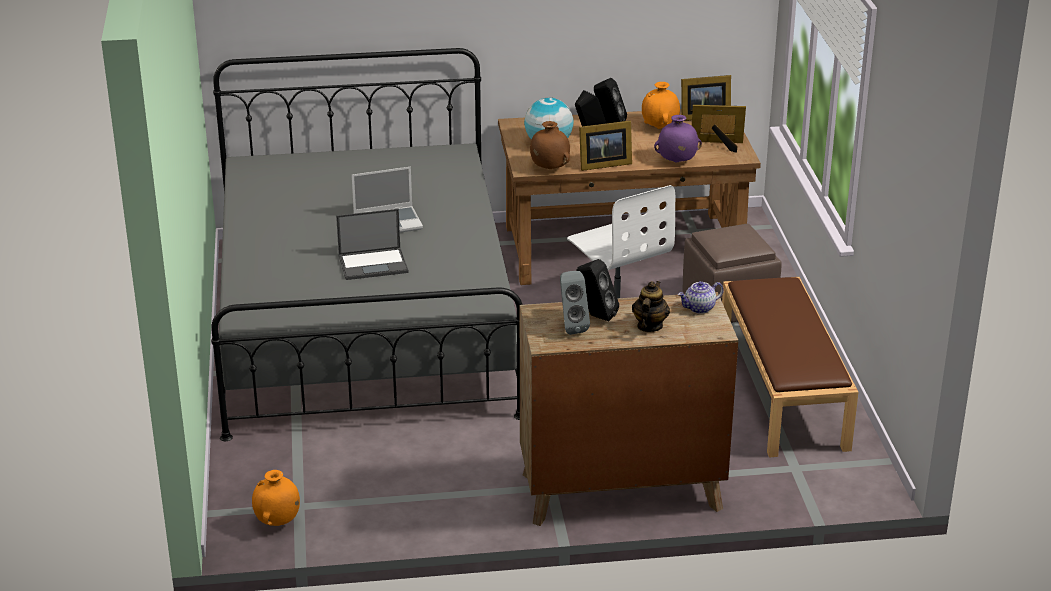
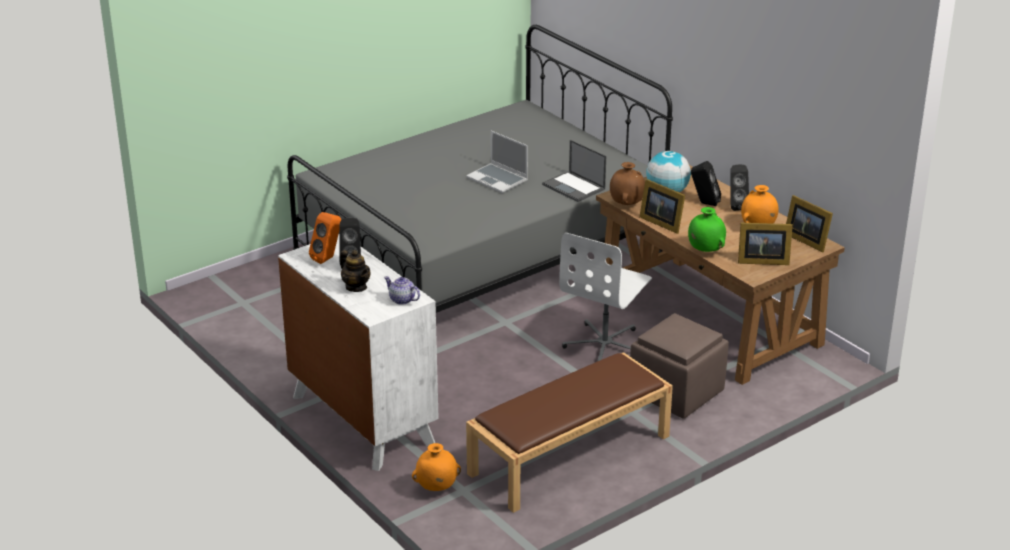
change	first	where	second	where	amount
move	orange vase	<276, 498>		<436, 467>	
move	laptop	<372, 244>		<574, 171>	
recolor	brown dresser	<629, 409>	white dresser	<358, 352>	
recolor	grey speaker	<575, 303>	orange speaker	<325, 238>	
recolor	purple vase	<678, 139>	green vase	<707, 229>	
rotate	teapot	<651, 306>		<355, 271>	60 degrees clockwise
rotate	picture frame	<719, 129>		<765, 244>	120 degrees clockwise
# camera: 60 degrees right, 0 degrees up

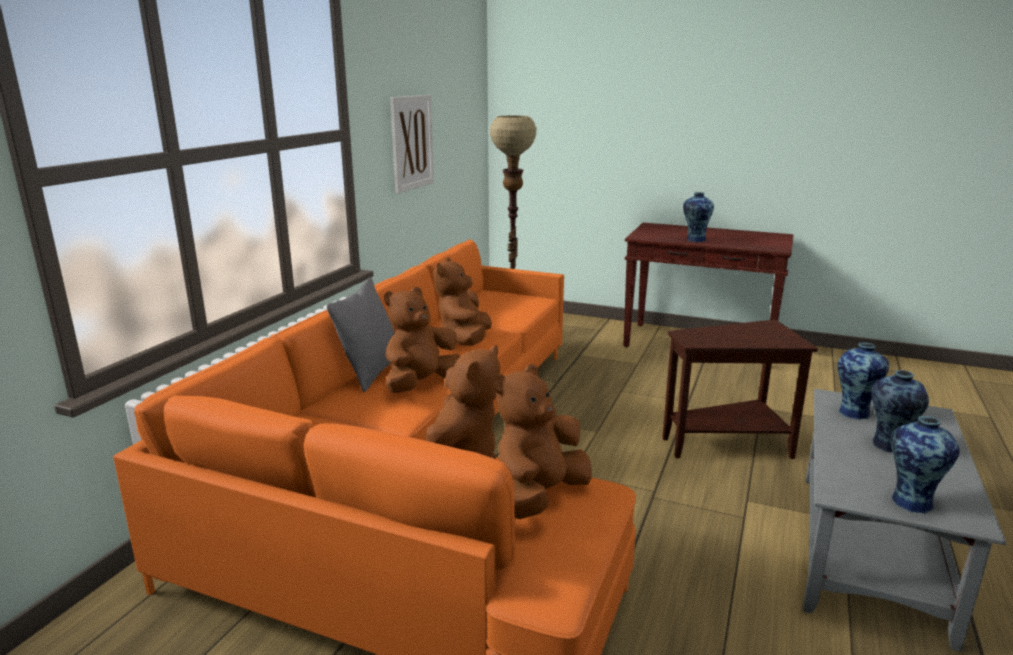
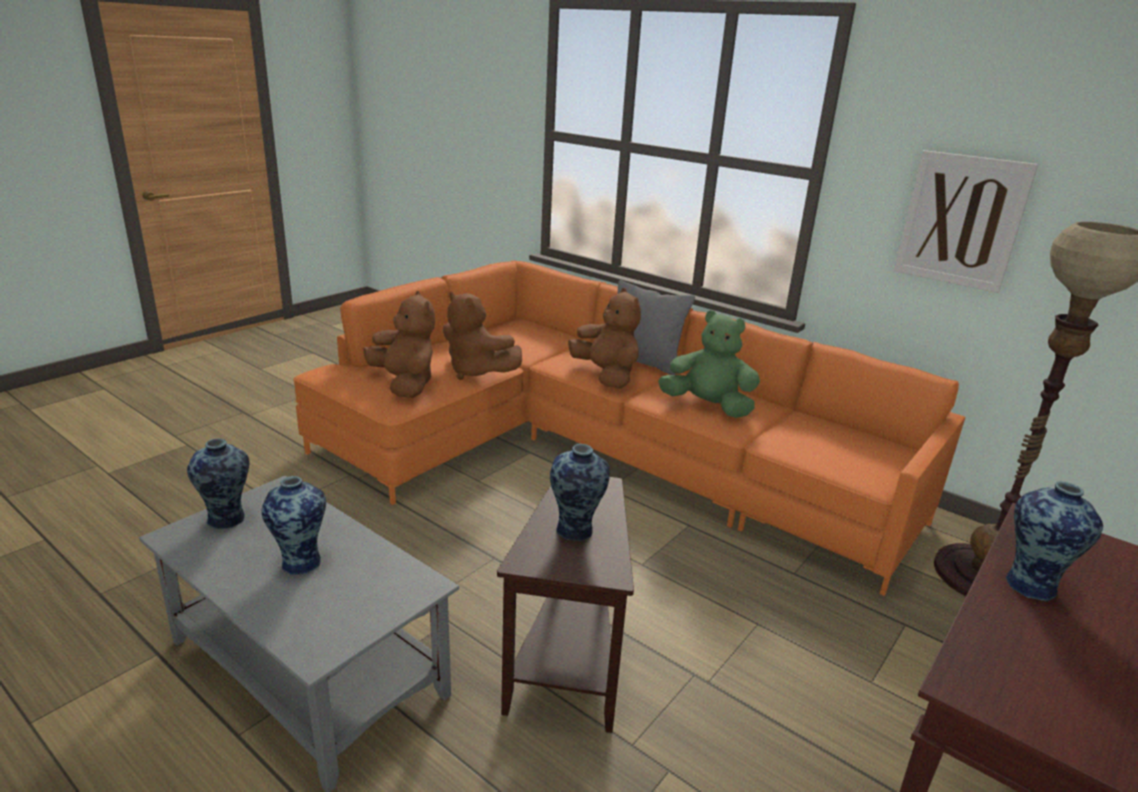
change	first	where	second	where	amount
move	vase	<863, 381>		<580, 492>	
recolor	brown plush toy	<463, 302>	green plush toy	<709, 364>	
# camera: 105 degrees right, 5 degrees up

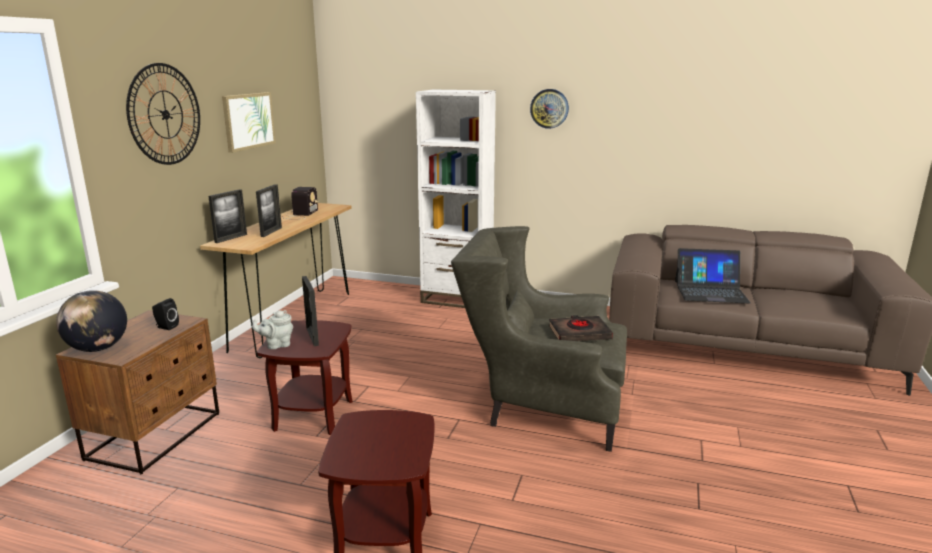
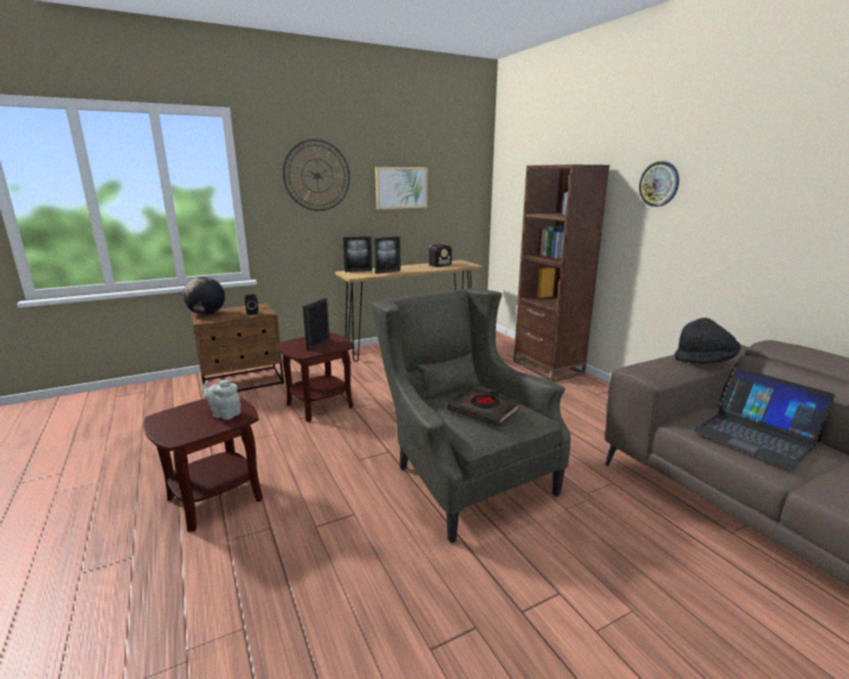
change	first	where	second	where	amount
insert			black hat	<707, 341>	
move	grey teapot	<272, 329>		<221, 400>	
recolor	white bookcase	<456, 198>	brown bookcase	<561, 273>	
# camera: 45 degrees right, 0 degrees up

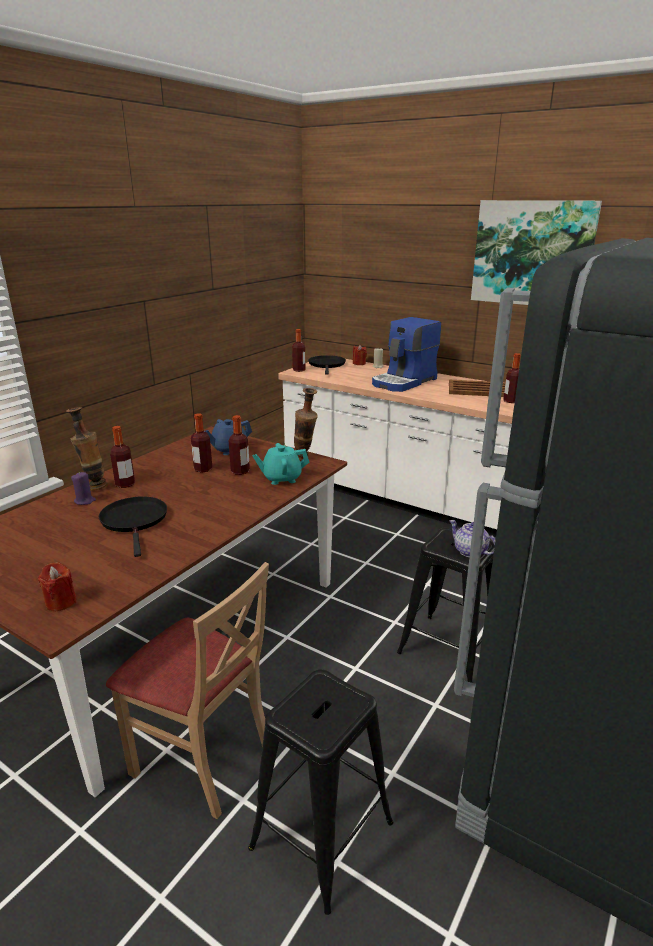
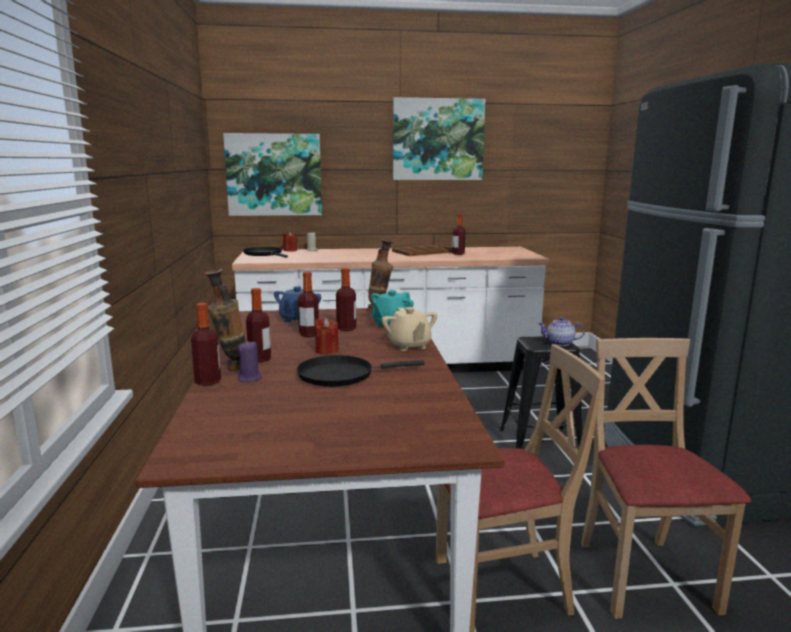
change	first	where	second	where	amount
delete	coffee machine	<406, 354>			
insert			picture	<272, 174>	
insert			beige teapot	<409, 329>	
move	red candle	<57, 586>		<327, 336>	
move	bottle	<299, 350>		<206, 344>	
replace	black stool	<320, 792>	beige chair	<666, 478>	
rotate	black frying pan	<133, 526>		<361, 371>	45 degrees counterclockwise
# camera: 40 degrees left, 10 degrees down

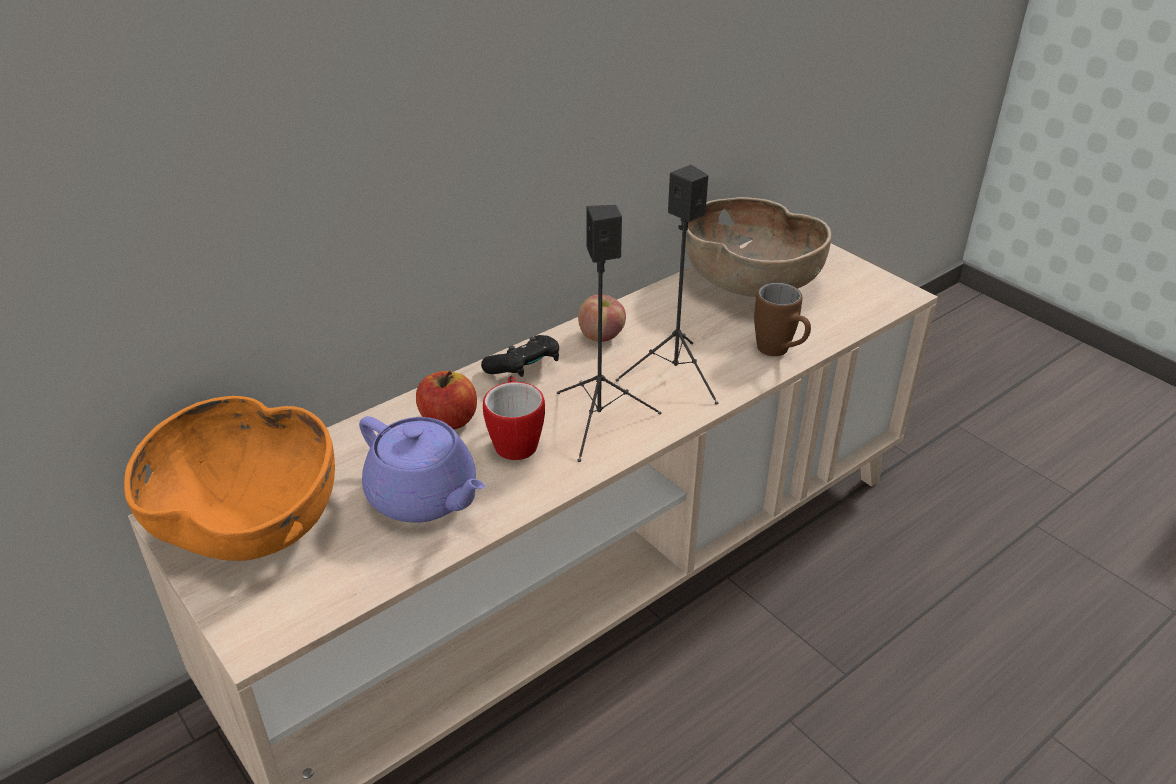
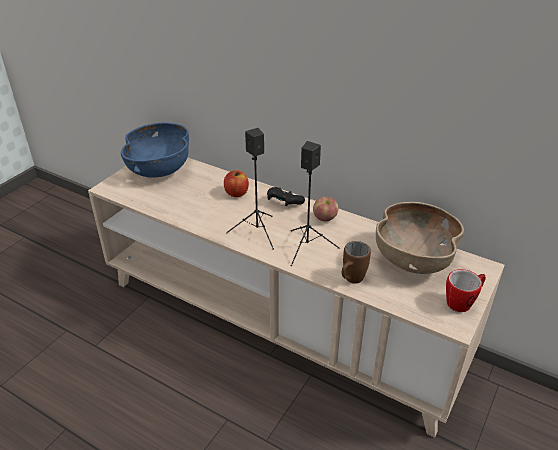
change	first	where	second	where	amount
delete	purple teapot	<422, 469>			
move	mug	<514, 418>		<466, 290>	
recolor	orange bowl	<229, 478>	blue bowl	<155, 150>	
# camera: 70 degrees right, 0 degrees up

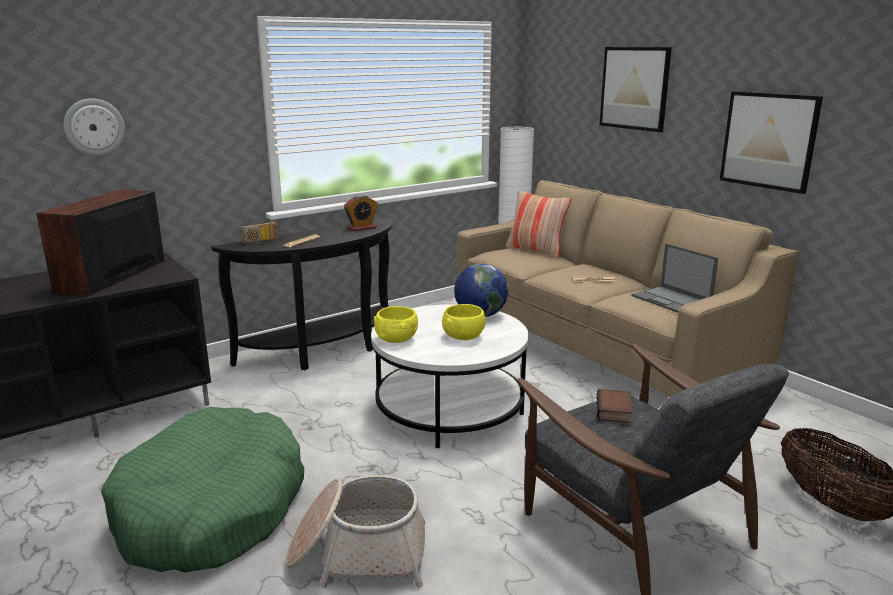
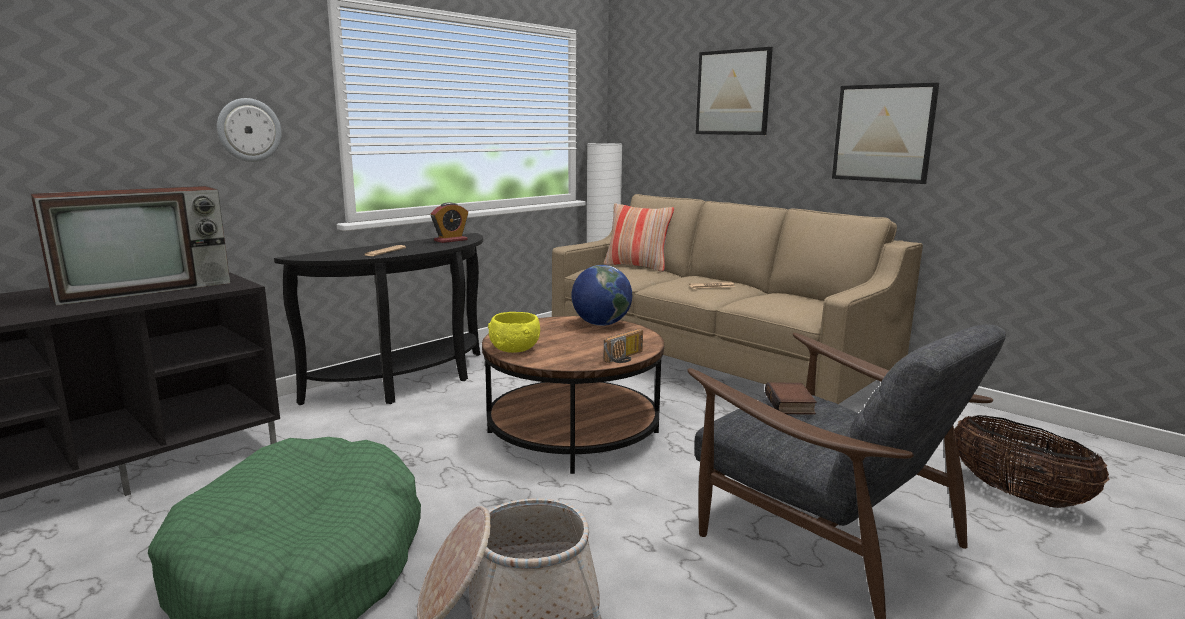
change	first	where	second	where	amount
delete	yellow bowl	<464, 322>			
delete	laptop	<674, 278>			
move	wall clock	<94, 127>		<249, 130>	
move	radio	<258, 233>		<623, 346>	
recolor	white coffee table	<450, 376>	brown coffee table	<573, 395>	
rotate	television	<100, 242>		<130, 246>	135 degrees counterclockwise
# camera: 10 degrees left, 5 degrees down

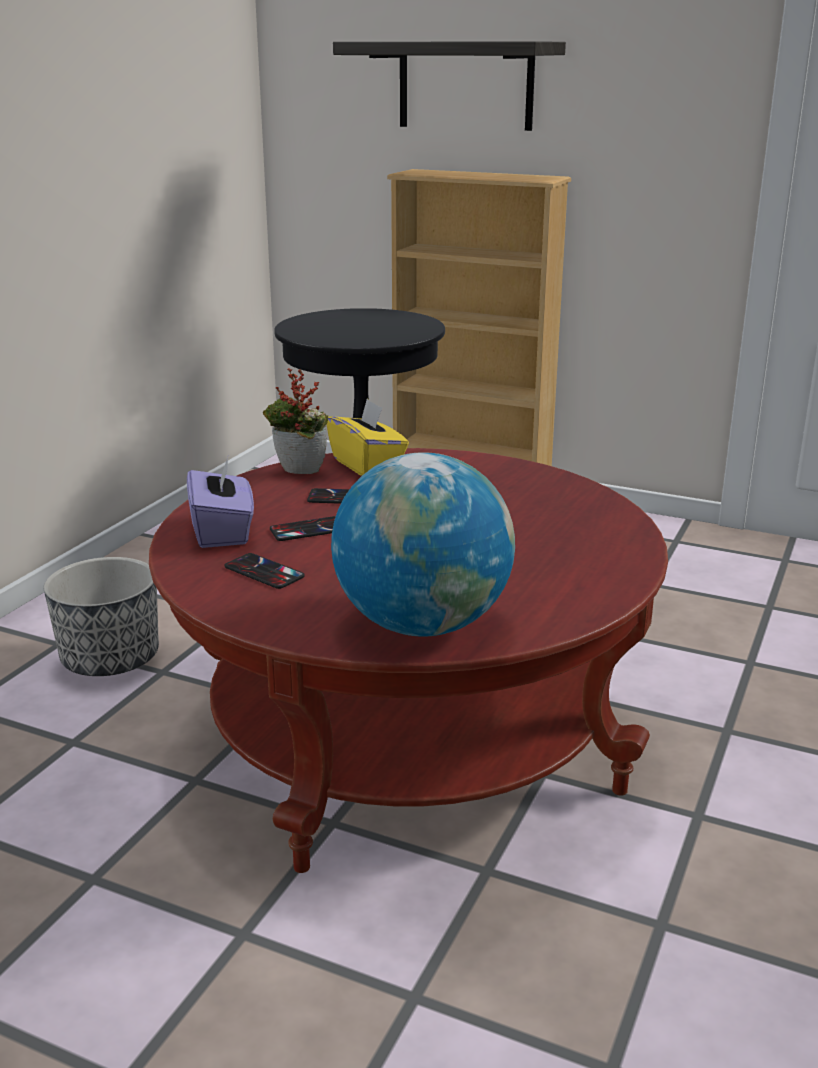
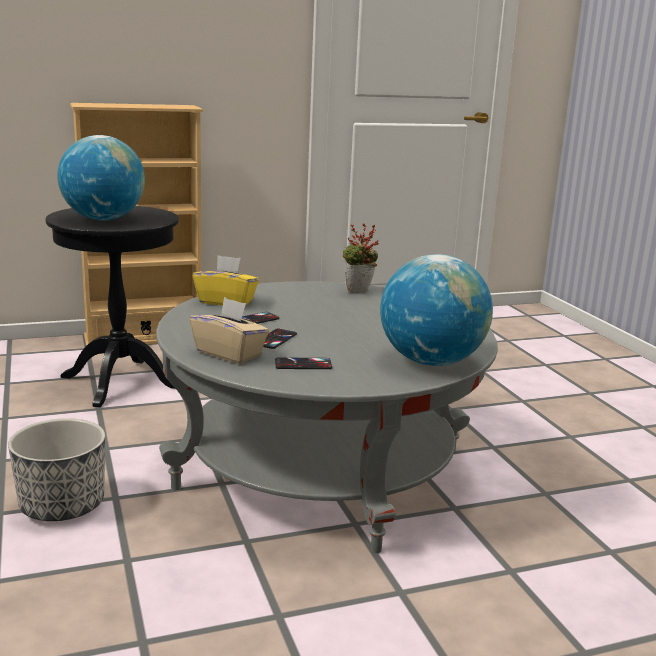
change	first	where	second	where	amount
delete	shelf	<449, 86>			
insert			globe	<101, 178>	
move	potted plant	<295, 421>		<361, 258>	
recolor	red coffee table	<408, 660>	grey coffee table	<327, 417>	
recolor	purple tissue box	<220, 502>	beige tissue box	<229, 330>	
# camera: 45 degrees left, 5 degrees down

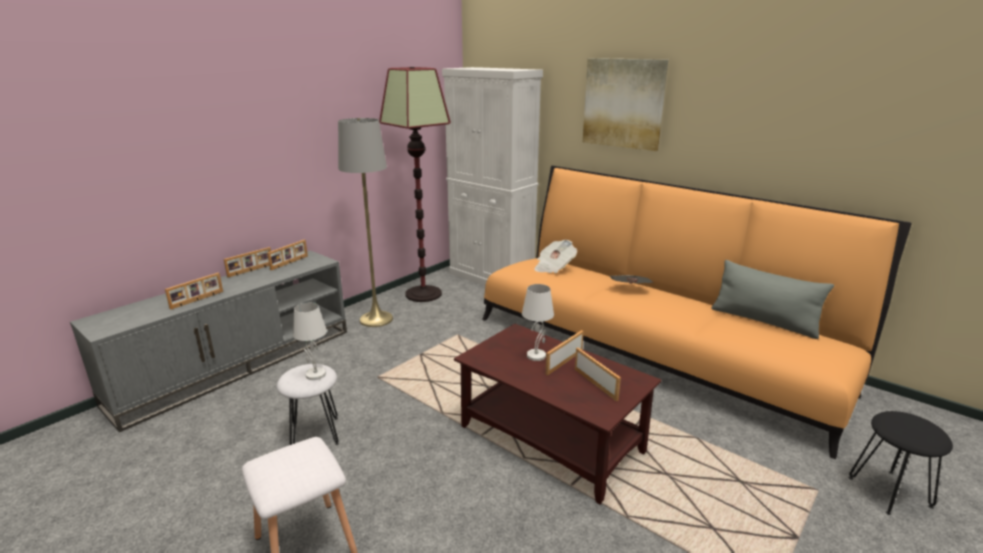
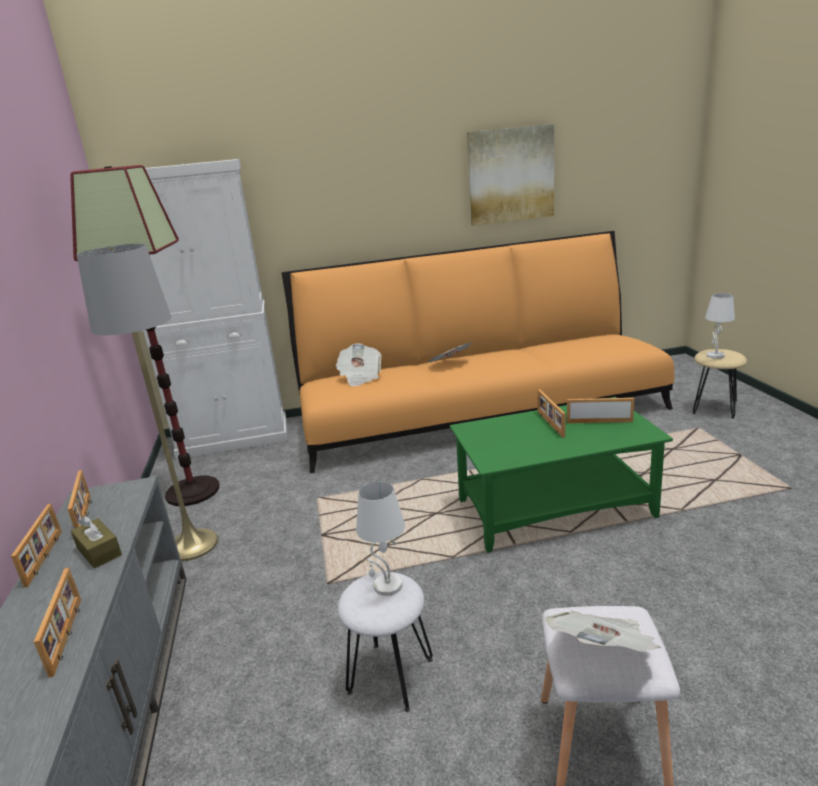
change	first	where	second	where	amount
delete	grey pillow	<773, 299>			
insert			brown tissue box	<96, 542>	
insert			newspaper	<603, 631>	
move	white table lamp	<538, 322>		<720, 326>	
move	picture	<625, 104>		<510, 175>	
recolor	brown coffee table	<558, 414>	green coffee table	<561, 475>	
recolor	black stool	<900, 463>	beige stool	<720, 383>	
# camera: 50 degrees left, 0 degrees up

